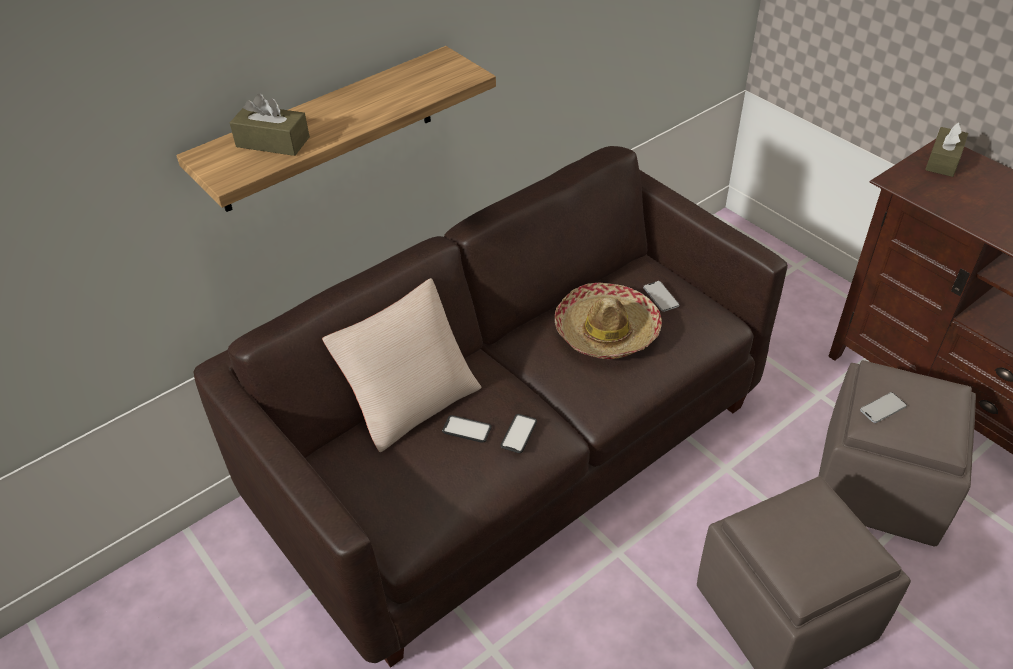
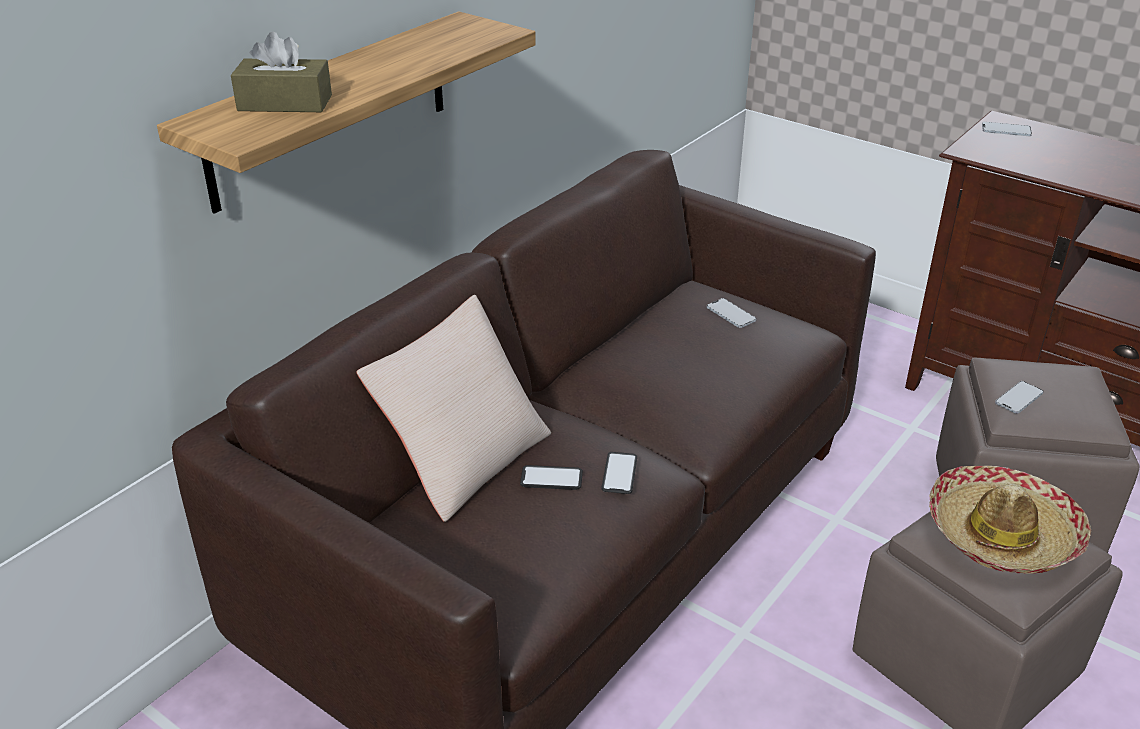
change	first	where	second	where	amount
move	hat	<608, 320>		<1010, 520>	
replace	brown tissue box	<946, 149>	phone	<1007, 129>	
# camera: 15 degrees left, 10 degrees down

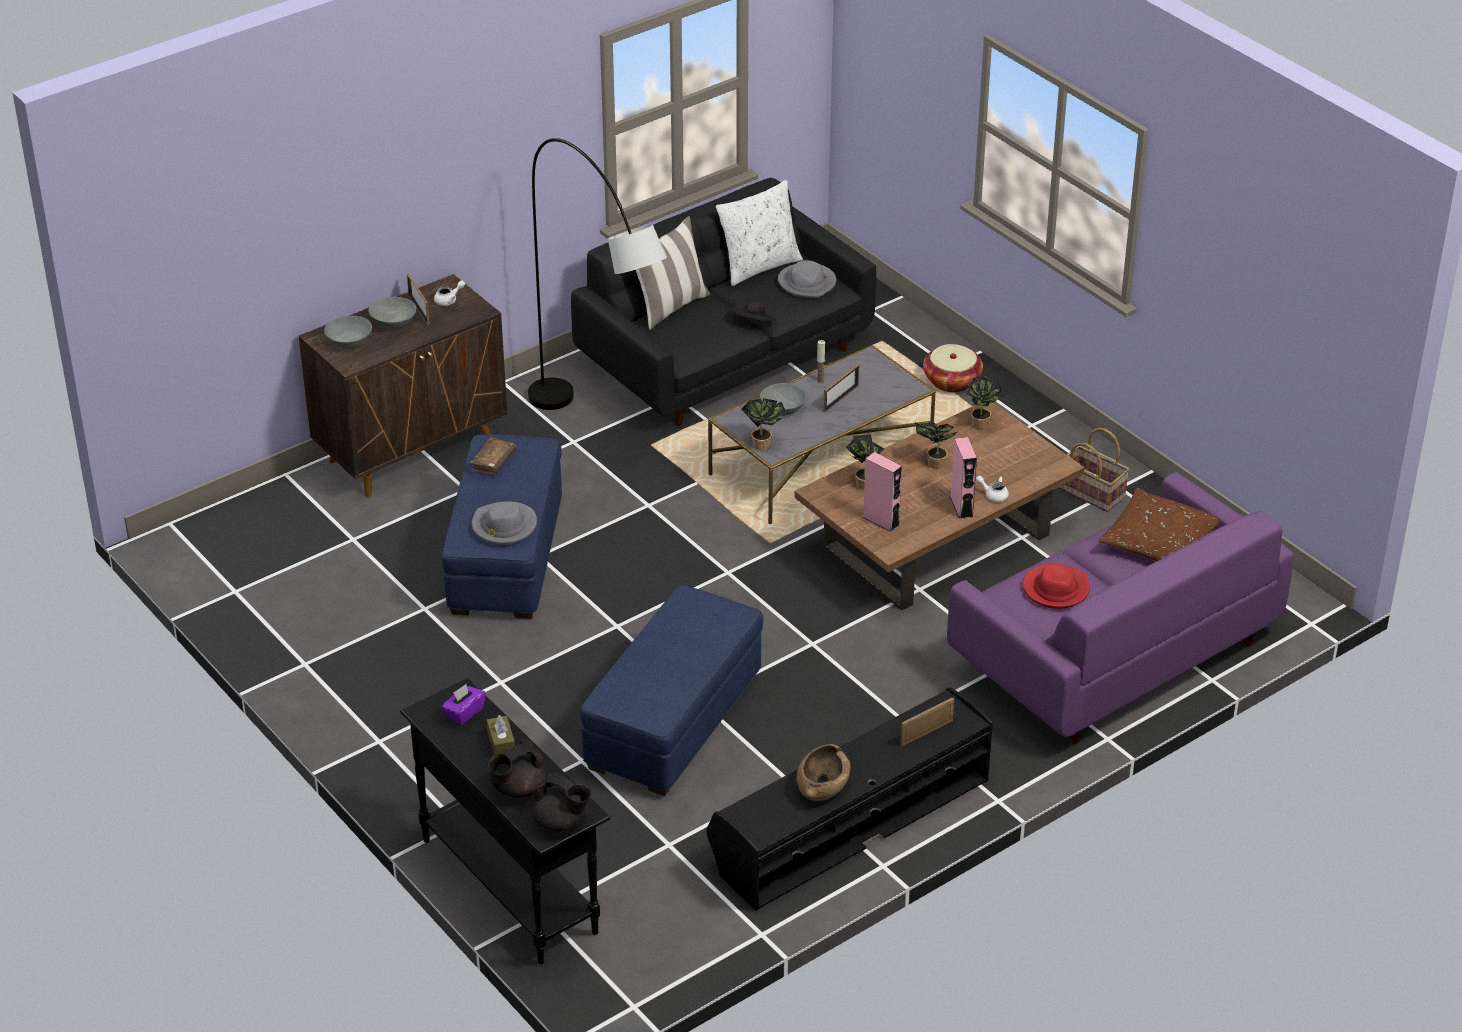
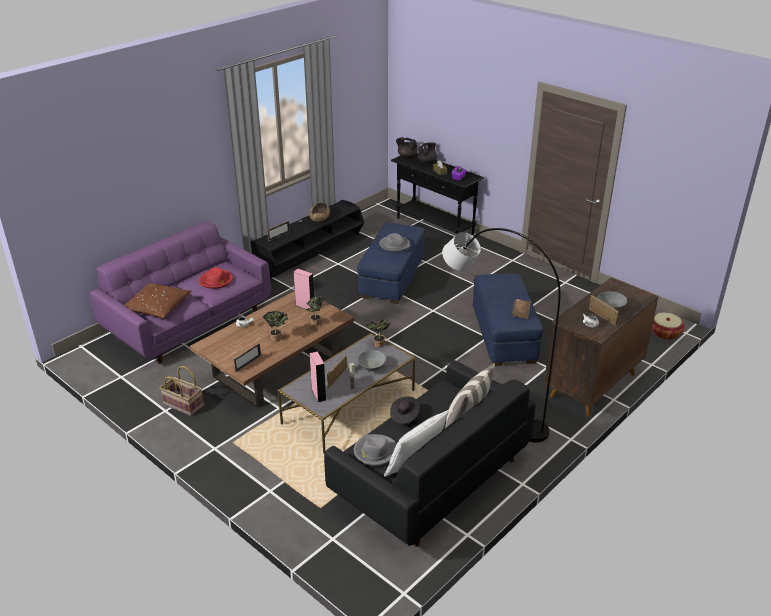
change	first	where	second	where	amount
delete	grey bowl	<348, 332>			
move	grey hat	<504, 523>		<394, 242>	
move	basket	<953, 368>		<668, 326>	
move	pink speaker	<963, 478>		<317, 376>	
replace	potted plant	<986, 403>	picture frame	<247, 358>	
# camera: 170 degrees right, 5 degrees down

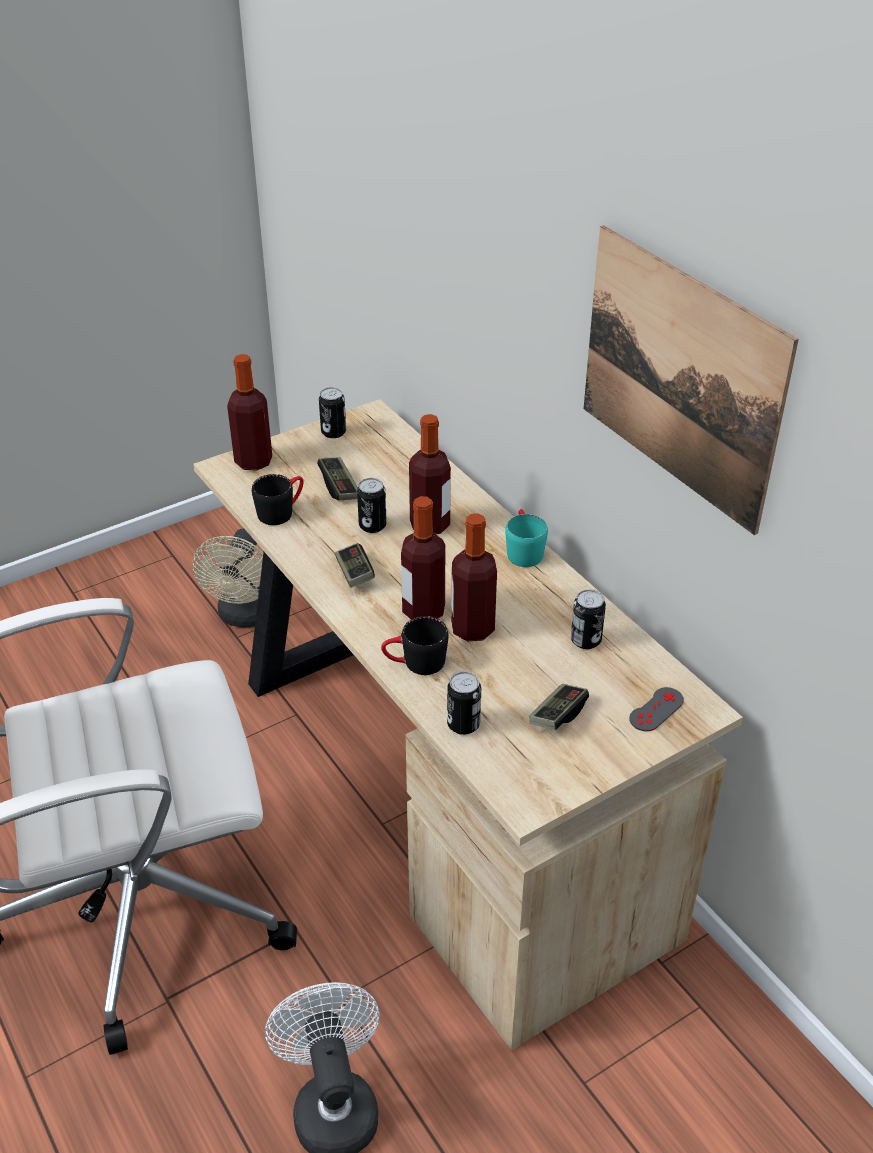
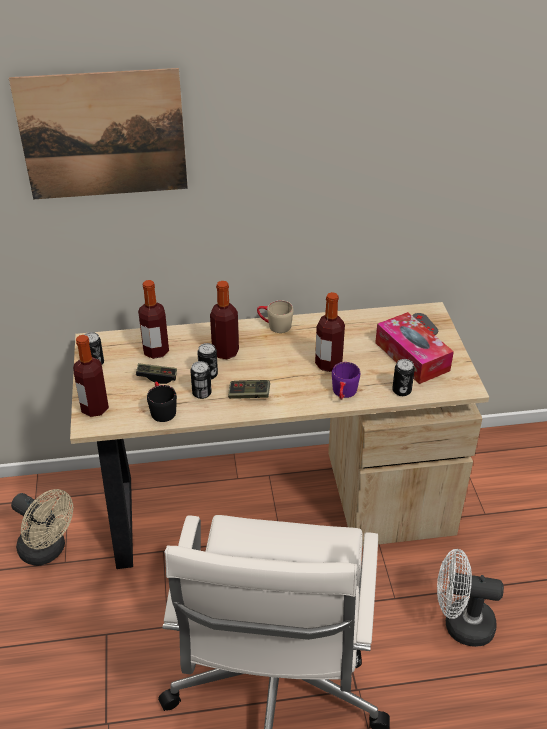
change	first	where	second	where	amount
move	bottle	<423, 557>		<153, 319>	
move	can	<588, 619>		<201, 380>	
move	picture	<691, 380>		<98, 133>	
replace	game controller	<559, 707>	tissue box	<414, 348>	
recolor	black mug	<415, 645>	purple mug	<346, 381>	
recolor	turquoise mug	<526, 538>	beige mug	<275, 316>	
# camera: 65 degrees left, 0 degrees up

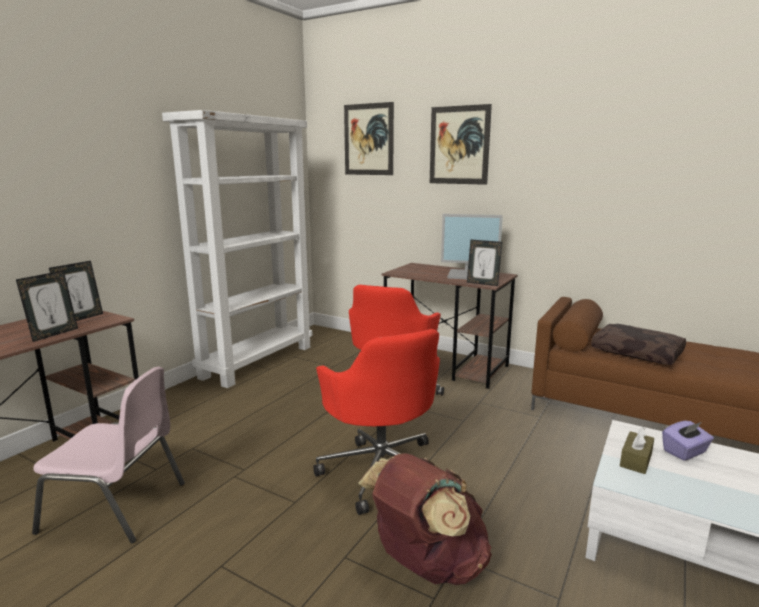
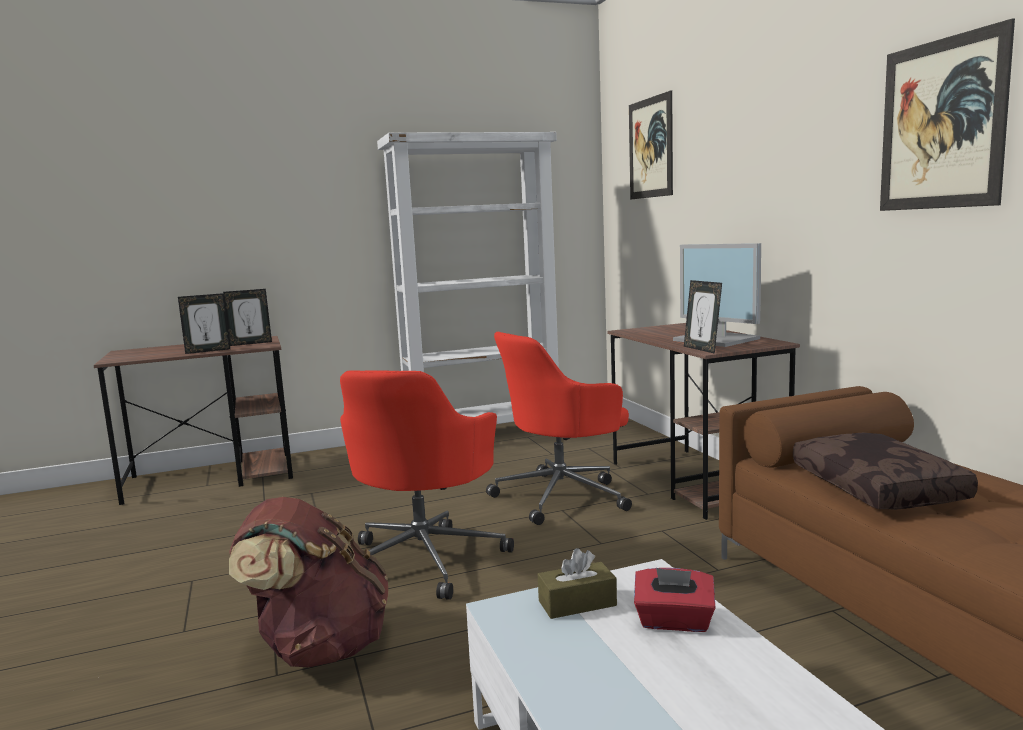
change	first	where	second	where	amount
delete	pink chair	<108, 455>			
move	picture	<461, 144>		<947, 114>	
recolor	purple tissue box	<688, 441>	red tissue box	<675, 600>	
# camera: 40 degrees right, 5 degrees down

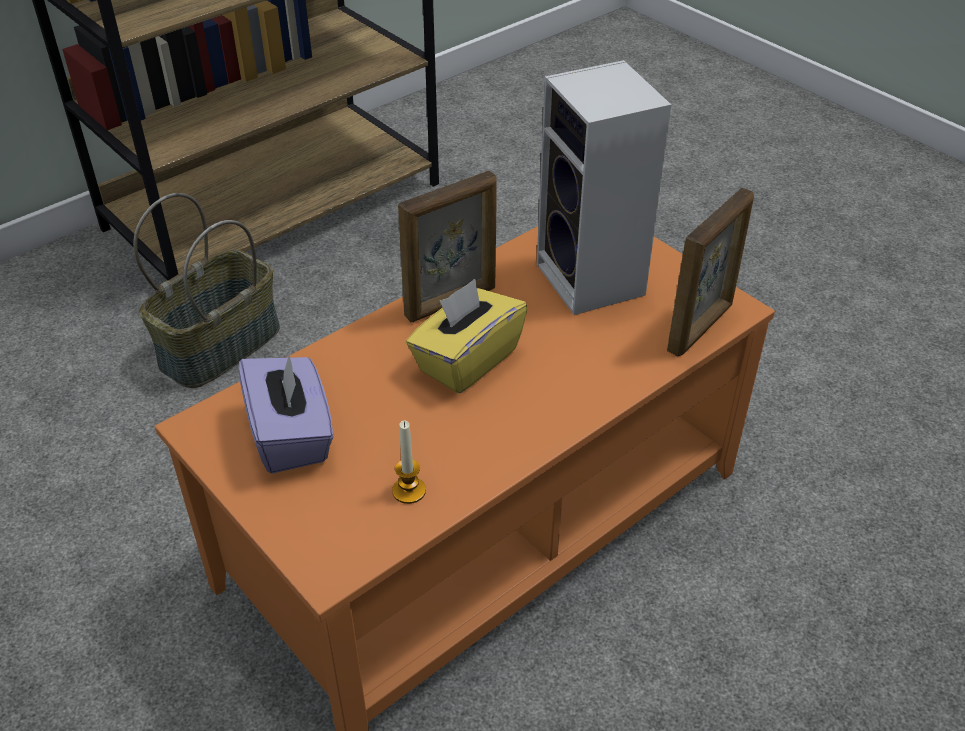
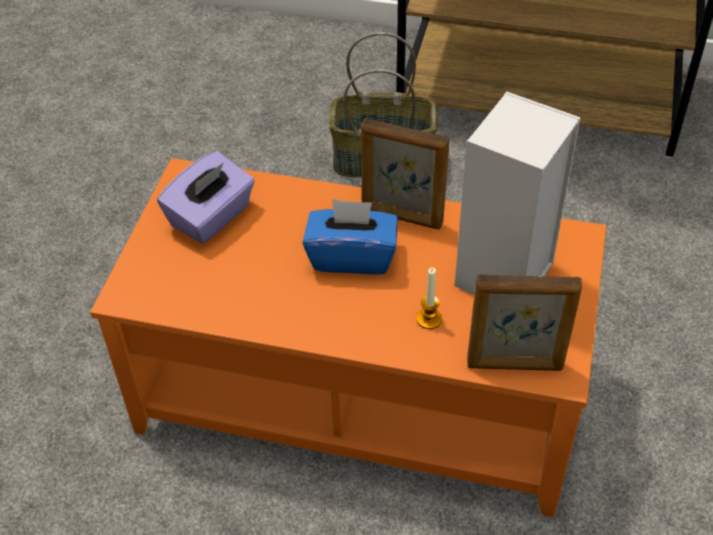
change	first	where	second	where	amount
move	candle	<409, 462>		<429, 298>	
recolor	yellow tissue box	<467, 336>	blue tissue box	<350, 236>	
# camera: 55 degrees right, 5 degrees up

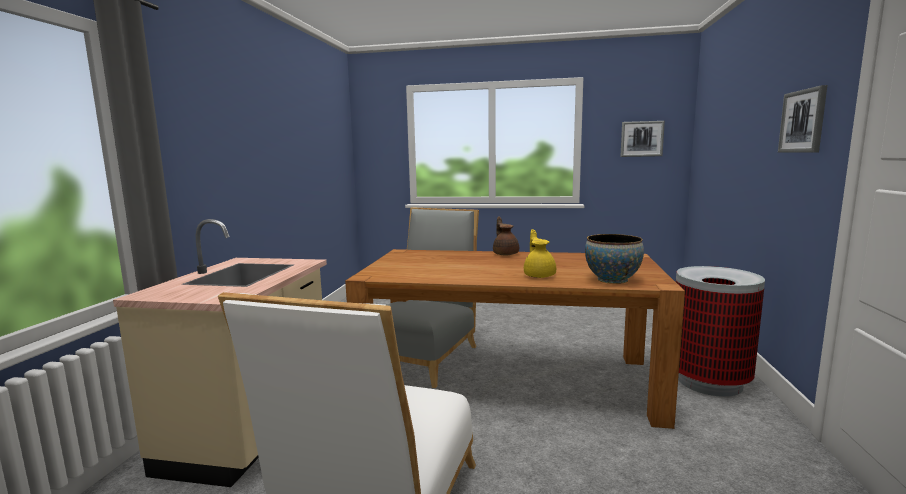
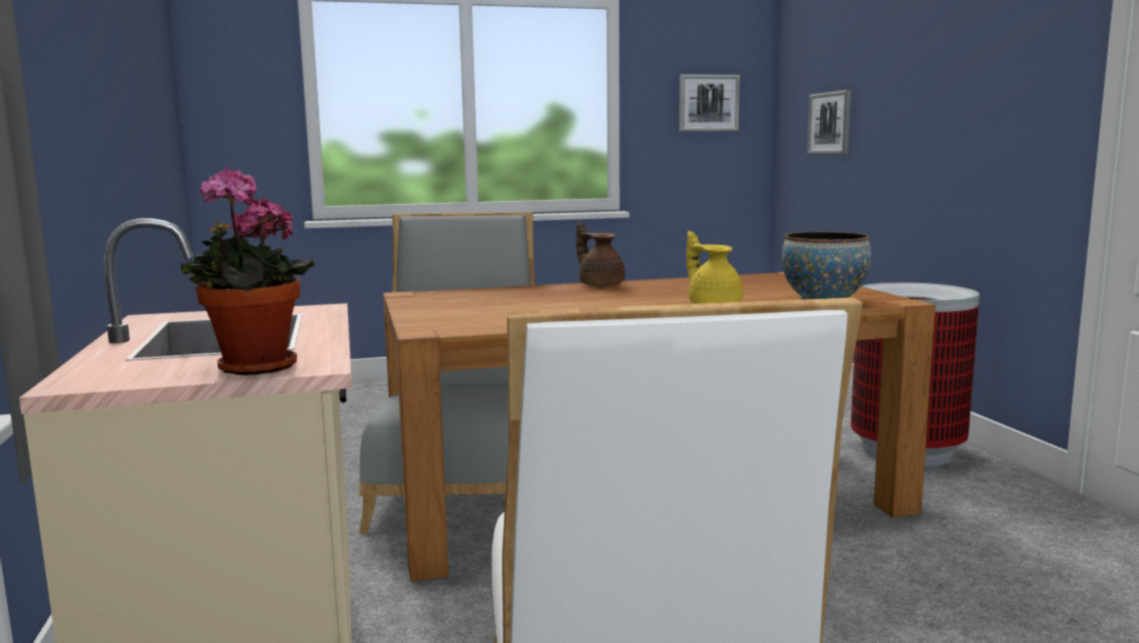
change	first	where	second	where	amount
insert			potted plant	<248, 272>	
move	picture	<802, 119>		<829, 122>	
# camera: 25 degrees left, 0 degrees up

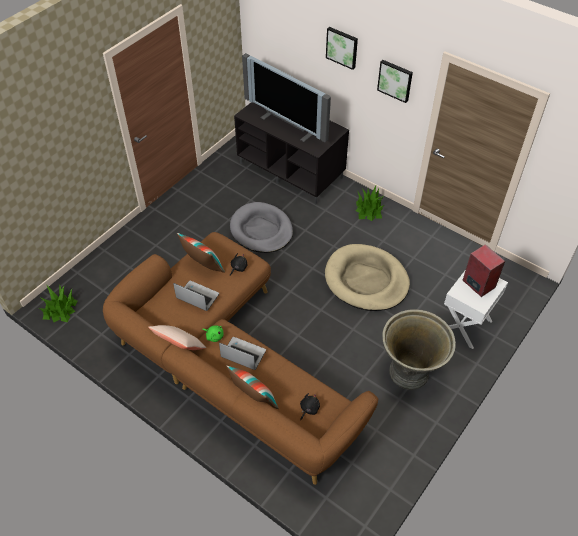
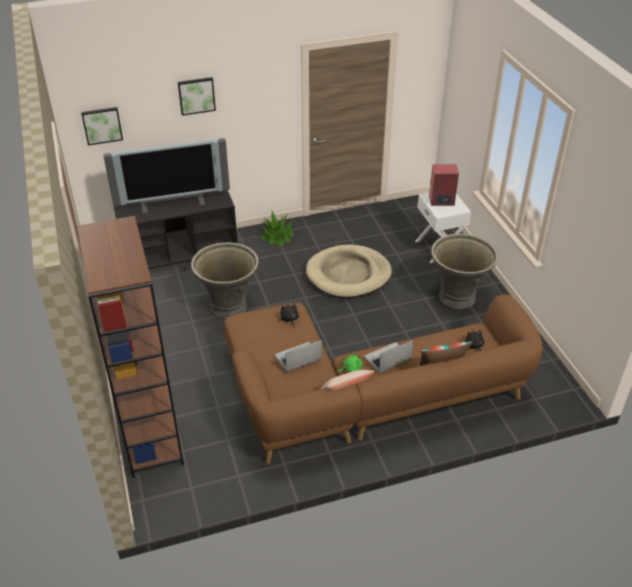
change	first	where	second	where	amount
delete	potted plant	<57, 303>			
delete	pillow	<201, 253>			
insert			brown bookcase	<130, 347>	
move	picture	<395, 81>		<102, 126>	
replace	grey dog bed	<261, 227>	grey planter	<225, 280>	
# camera: 55 degrees left, 10 degrees down

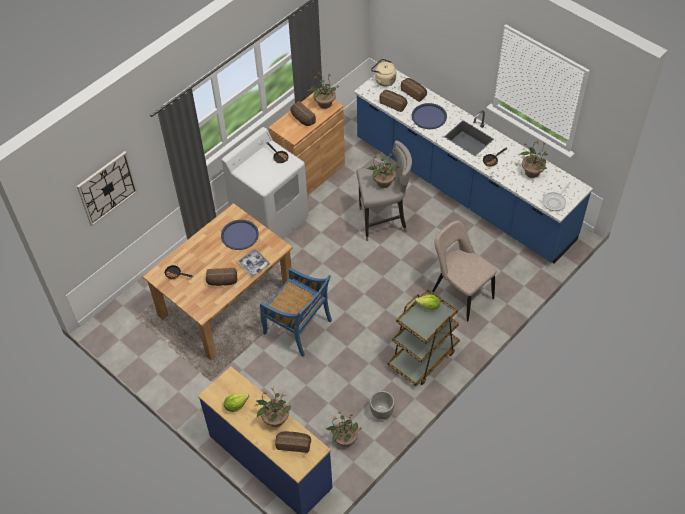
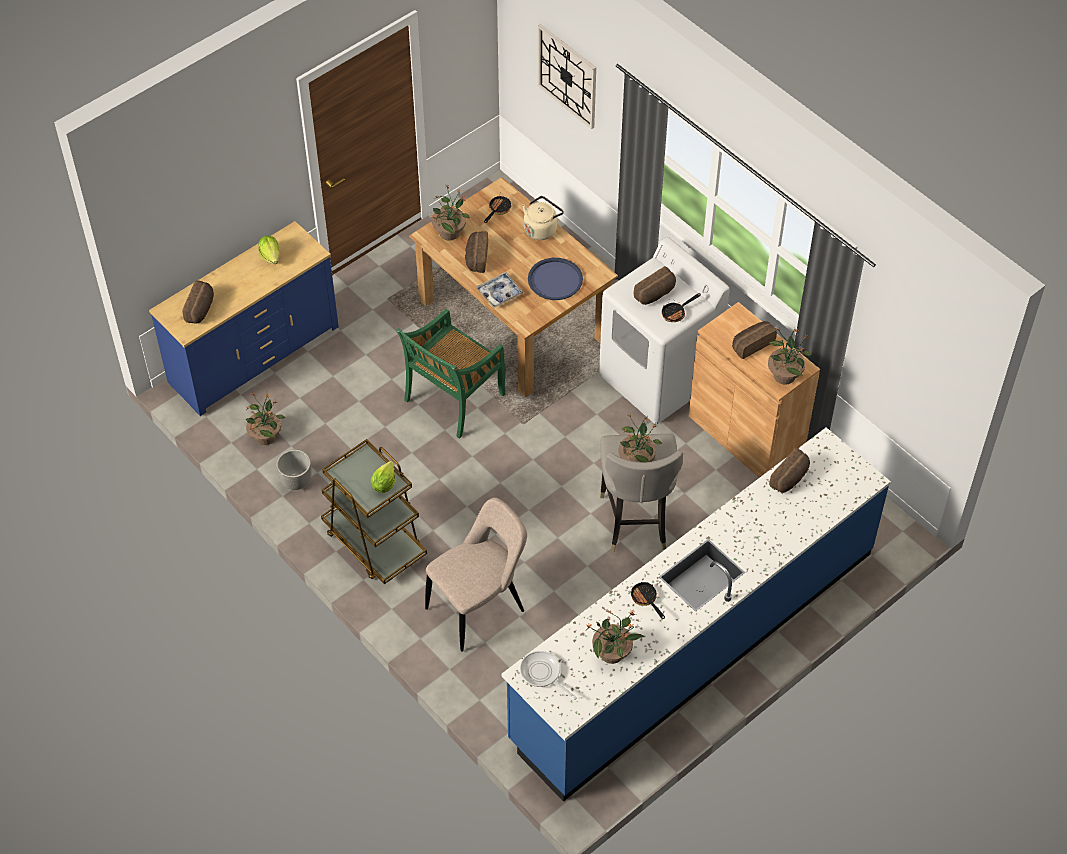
change	first	where	second	where	amount
delete	blue tray	<429, 116>			
move	potted plant	<273, 407>		<451, 212>	
move	beige kettle	<383, 72>		<543, 218>	
move	bread	<414, 90>		<655, 285>	
recolor	blue chair	<296, 312>	green chair	<451, 374>	
# camera: 95 degrees right, 0 degrees up

